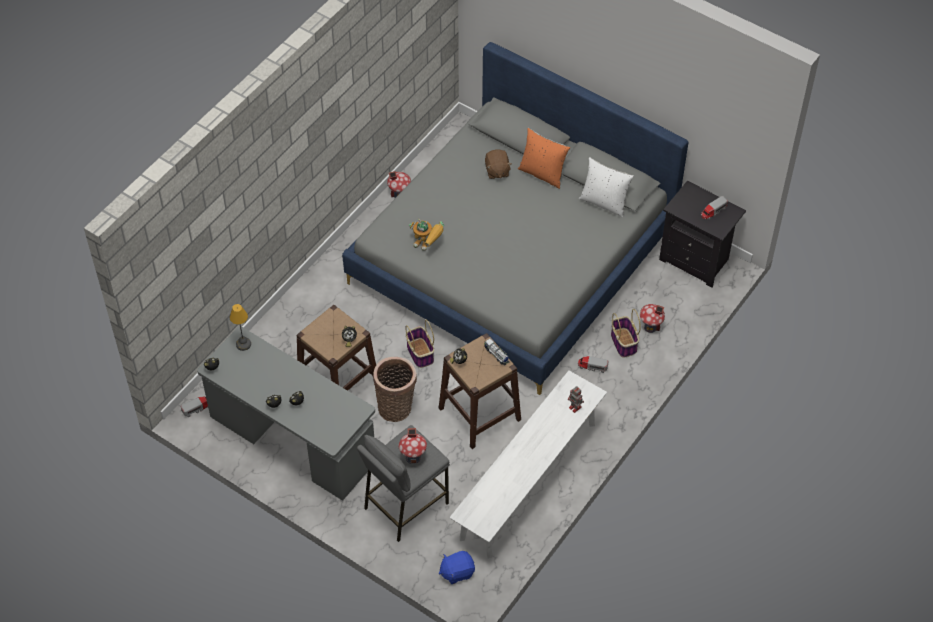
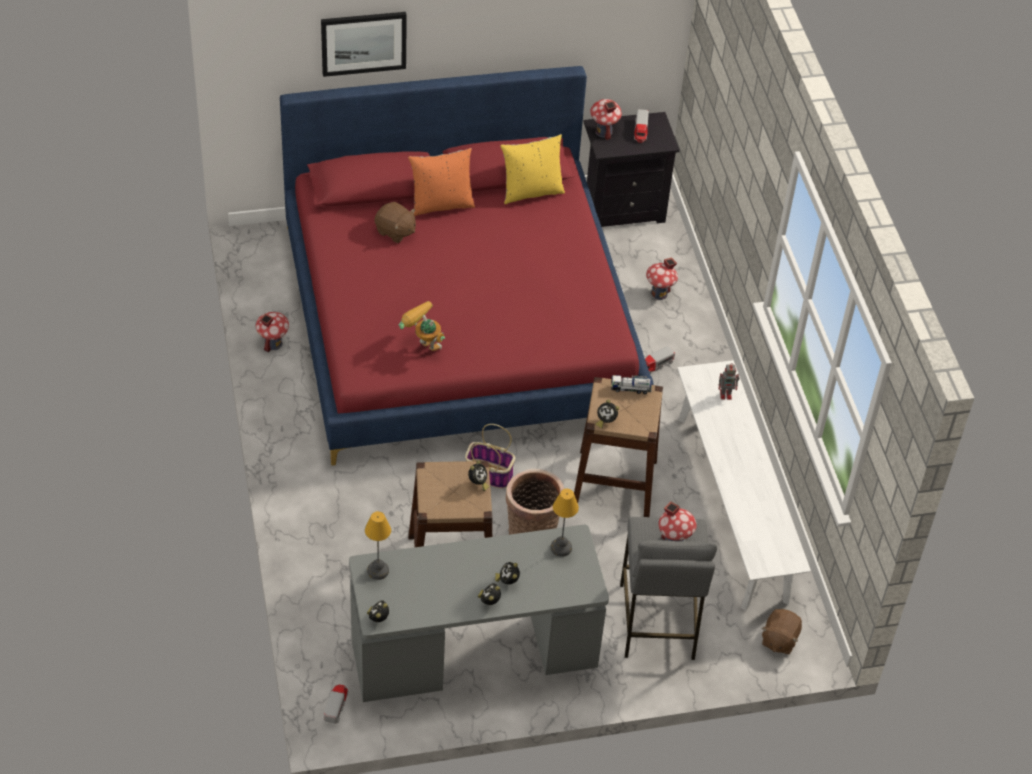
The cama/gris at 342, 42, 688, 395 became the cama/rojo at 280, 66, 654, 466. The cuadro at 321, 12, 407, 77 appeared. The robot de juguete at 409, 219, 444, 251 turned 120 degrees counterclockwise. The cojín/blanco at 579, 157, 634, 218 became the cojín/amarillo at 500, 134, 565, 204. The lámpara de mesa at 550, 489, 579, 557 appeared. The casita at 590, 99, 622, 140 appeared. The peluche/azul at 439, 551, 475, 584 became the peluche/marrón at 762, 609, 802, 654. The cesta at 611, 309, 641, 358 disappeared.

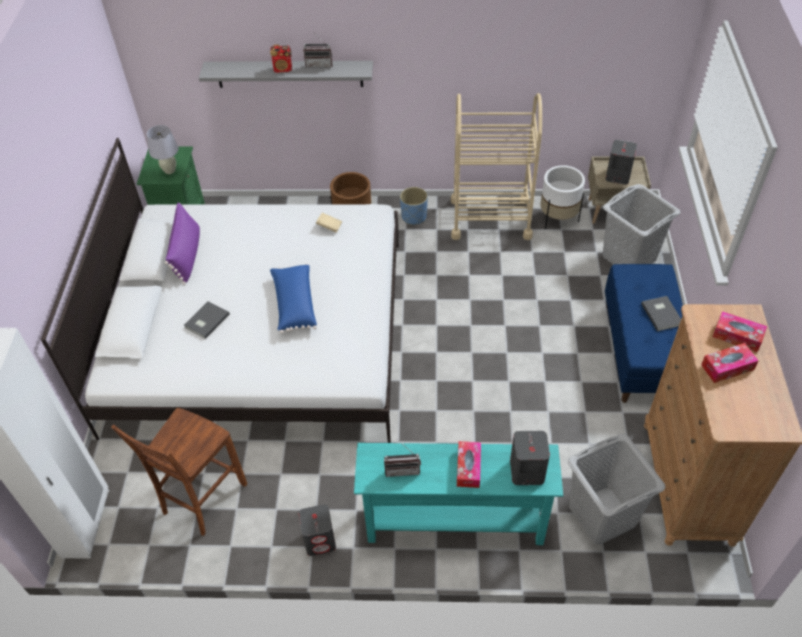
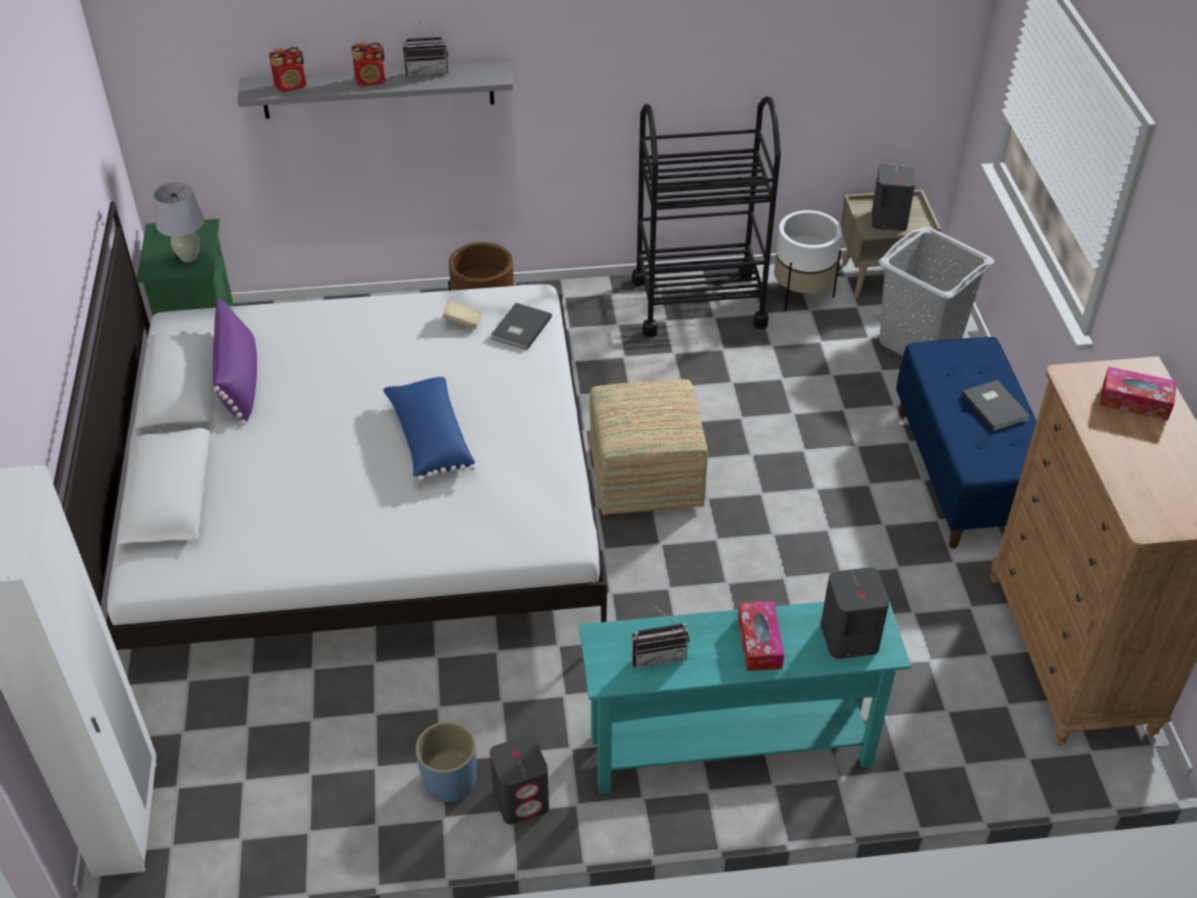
The radio at 269, 47, 306, 92 appeared. The maceta/azul moved from 400, 187, 428, 225 to 415, 722, 477, 802. The libro/gris moved from 183, 301, 230, 339 to 491, 303, 552, 350. The puf at 590, 379, 708, 515 appeared. The carrito/beis at 451, 93, 542, 240 became the carrito/negro at 632, 96, 781, 337. The silla/marrón at 111, 408, 247, 536 disappeared. The cesto de la ropa/gris at 568, 434, 665, 545 disappeared. The caja de pañuelos at 701, 343, 759, 383 disappeared.

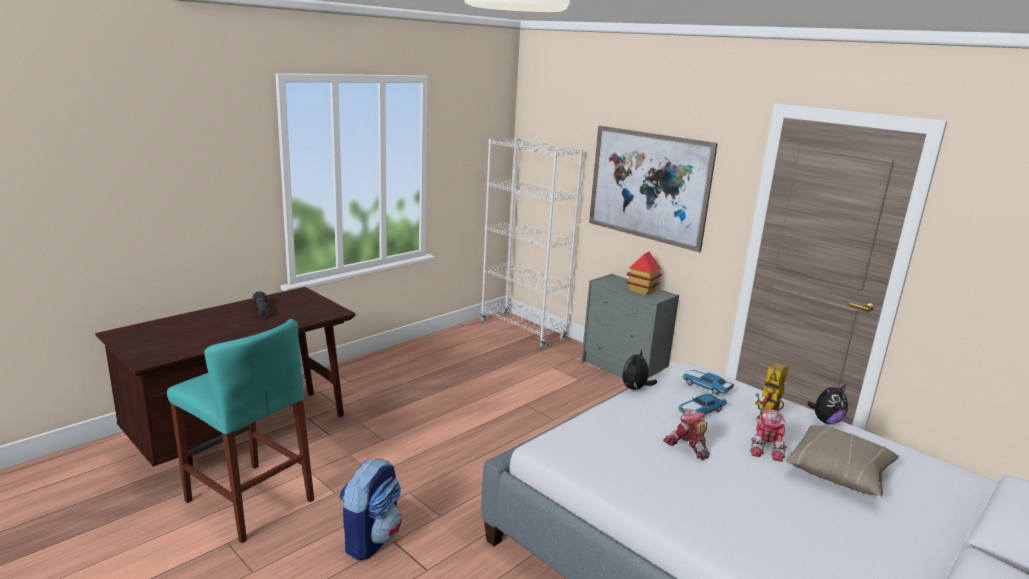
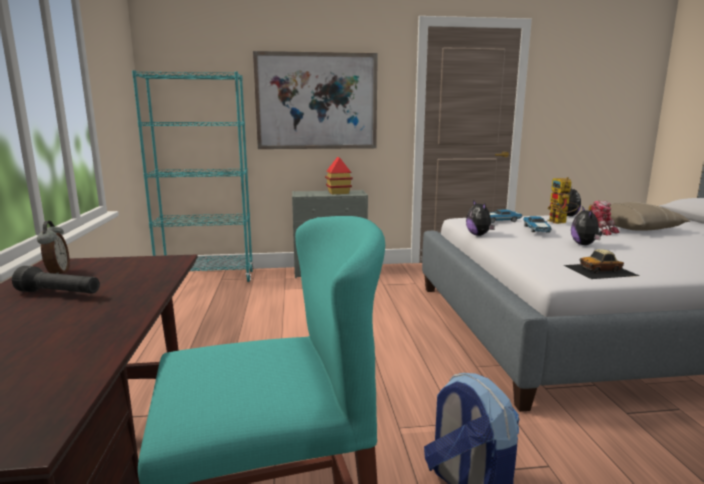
The despertador at 37, 221, 70, 274 appeared. The estantería/blanco at 480, 137, 583, 349 became the estantería/turquesa at 132, 70, 254, 282. The coche de juguete at 563, 249, 639, 279 appeared. The robot de juguete at 663, 408, 710, 460 was replaced by the peluche at 571, 206, 602, 245.

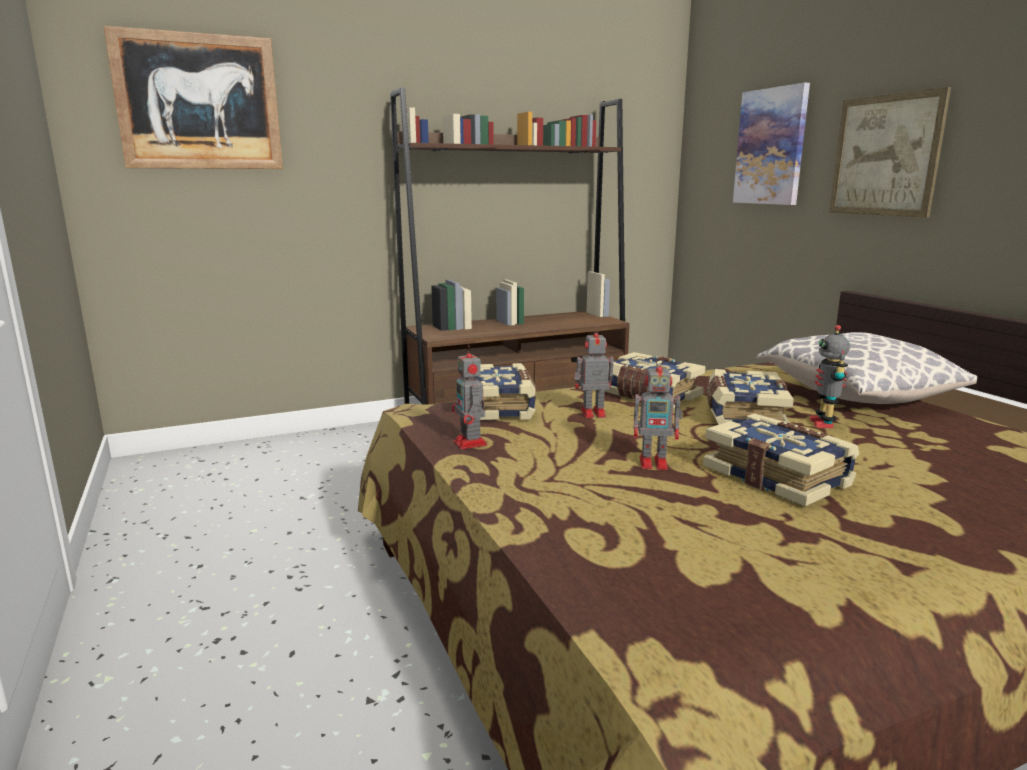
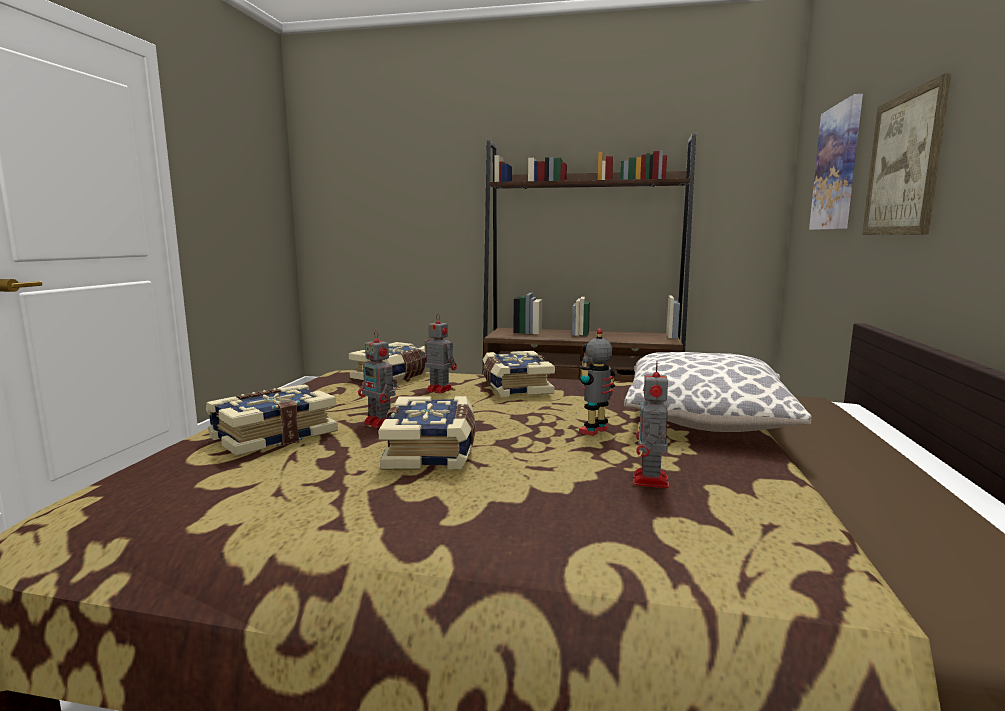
The libro moved from 707, 369, 794, 425 to 206, 384, 338, 456. The robot de juguete moved from 451, 344, 487, 449 to 633, 362, 669, 488. The cuadro at 104, 26, 283, 169 disappeared.

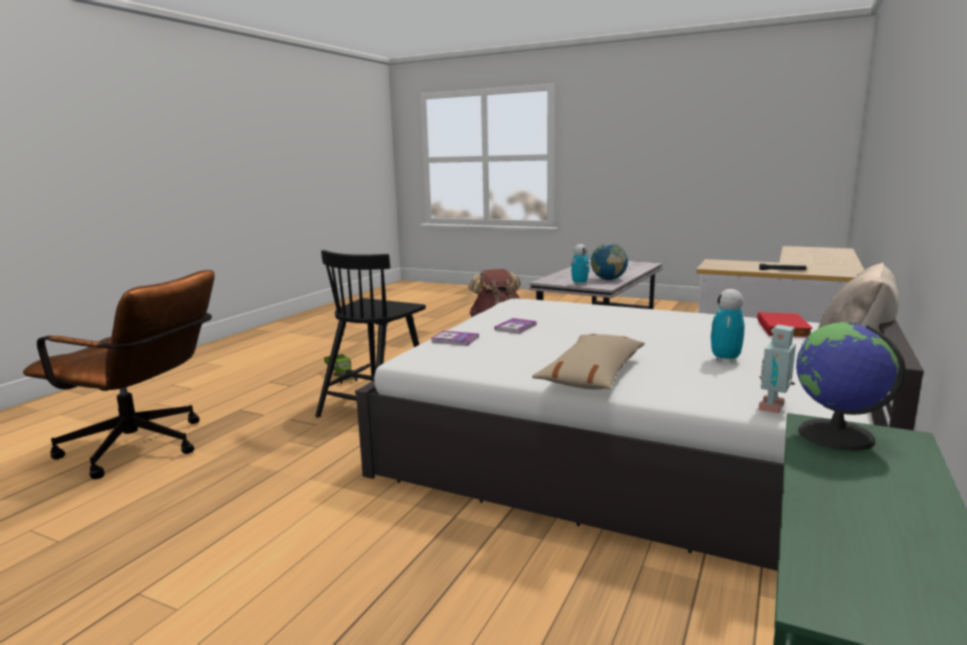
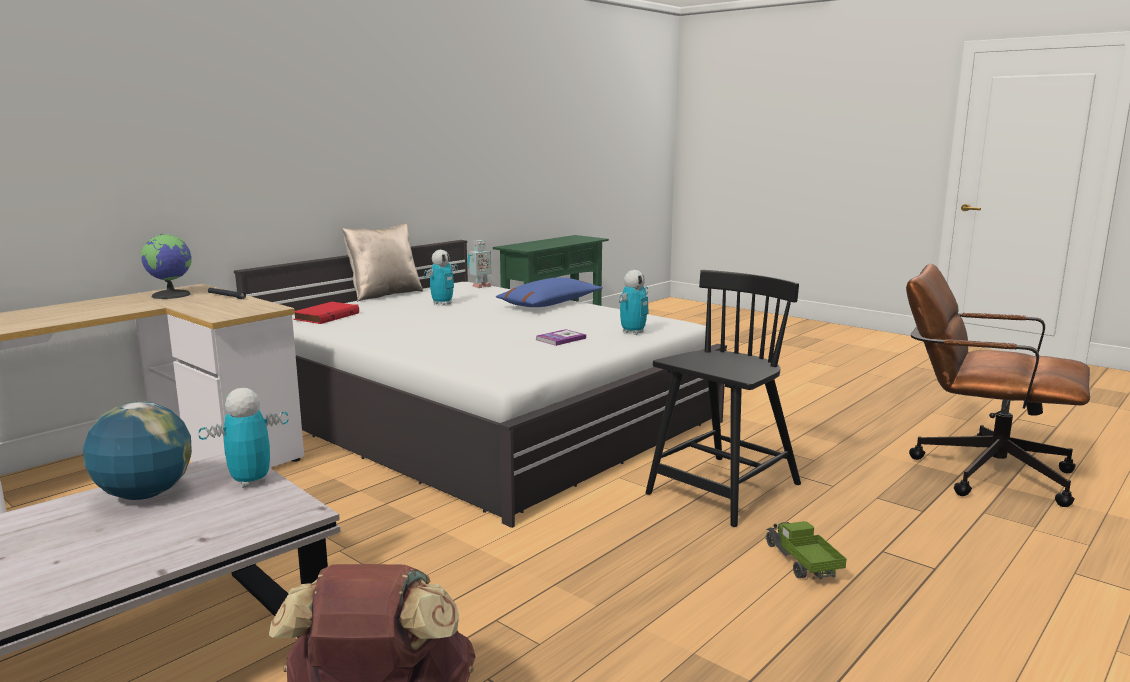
The globo terráqueo moved from 796, 322, 906, 451 to 141, 233, 192, 299. The cojín/beis at 532, 334, 645, 389 became the cojín/azul at 496, 277, 603, 307. The libro at 431, 331, 479, 346 was replaced by the robot de juguete at 619, 270, 649, 335.

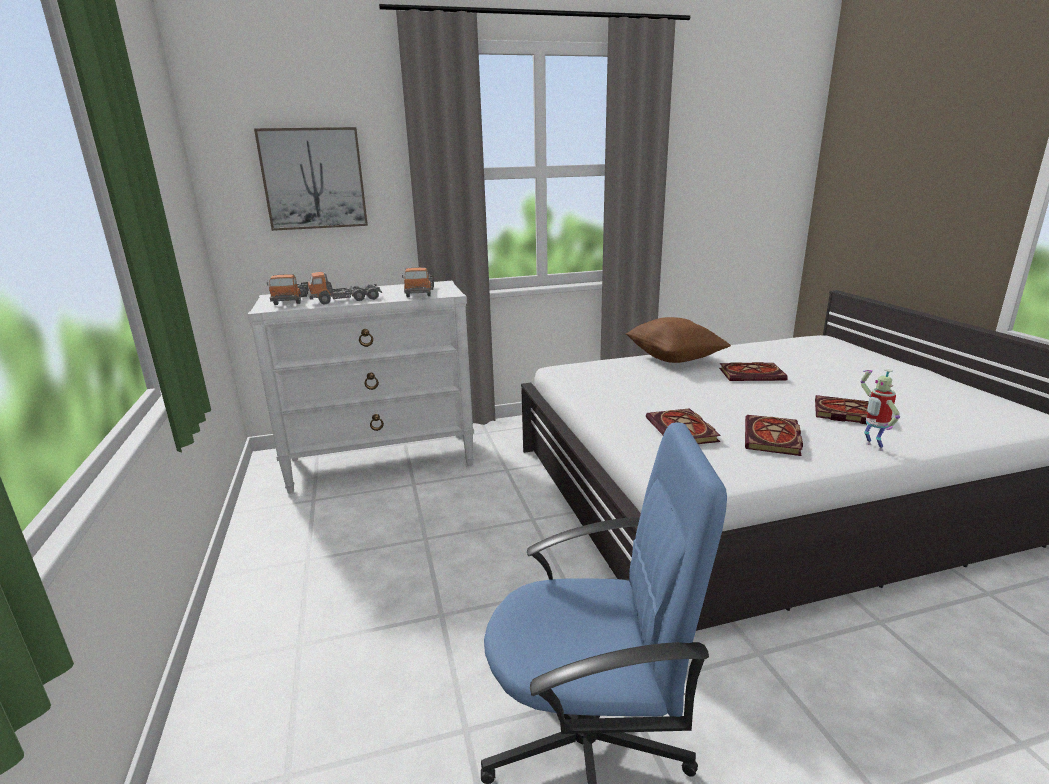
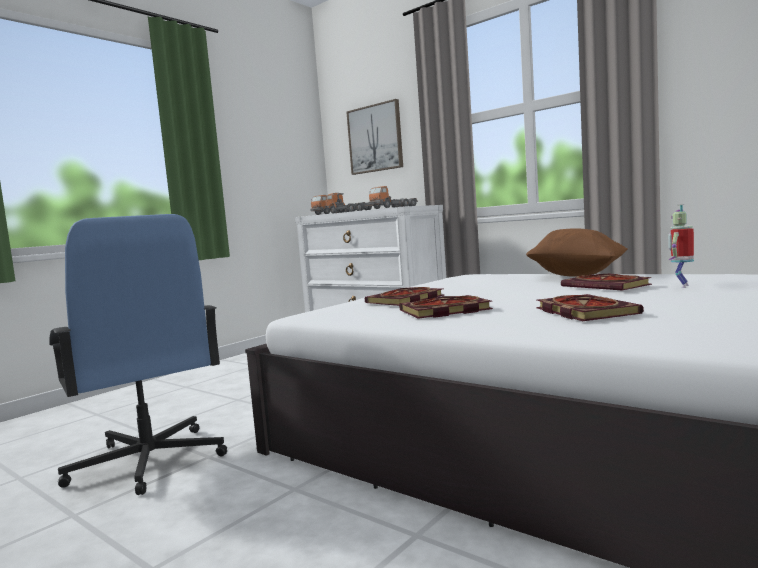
The robot de juguete moved from 860, 369, 900, 451 to 668, 204, 694, 288.

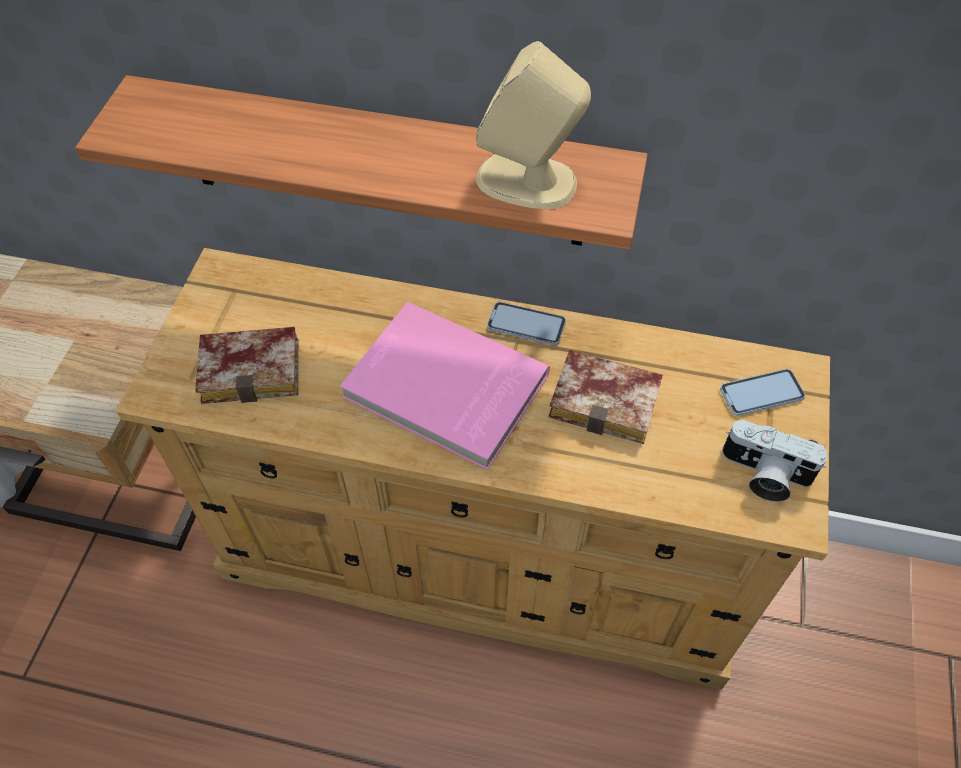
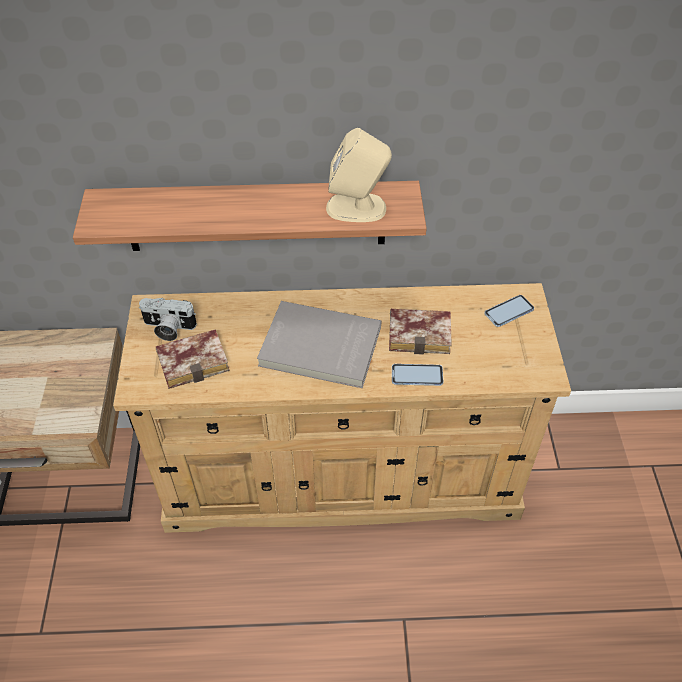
The cámara moved from 722, 420, 827, 502 to 139, 298, 197, 341. The libro/rosa at 340, 302, 550, 470 became the libro/gris at 257, 301, 381, 388. The móvil moved from 487, 302, 566, 345 to 392, 364, 443, 386.

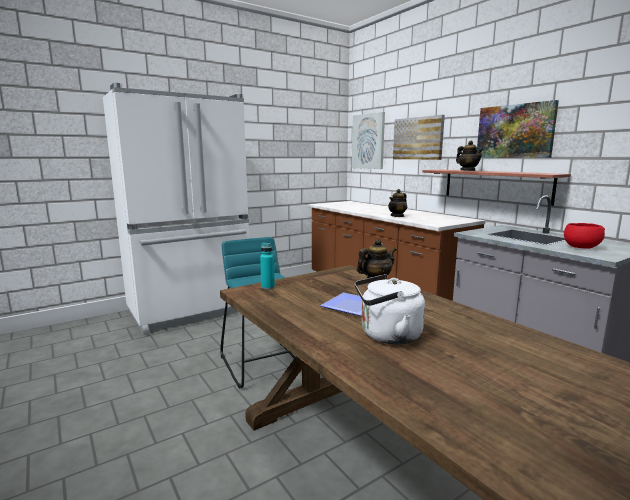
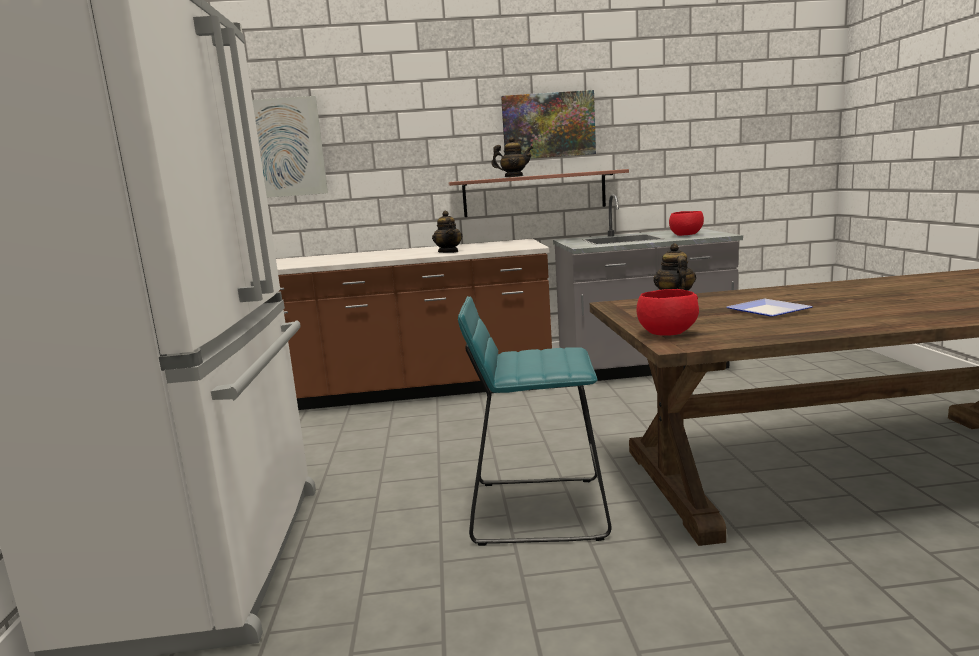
The botella/turquesa at 260, 243, 275, 290 was replaced by the cuenco/rojo at 637, 289, 699, 335. The hervidor/blanco at 355, 274, 425, 344 disappeared. The cuadro at 393, 115, 445, 160 disappeared.

